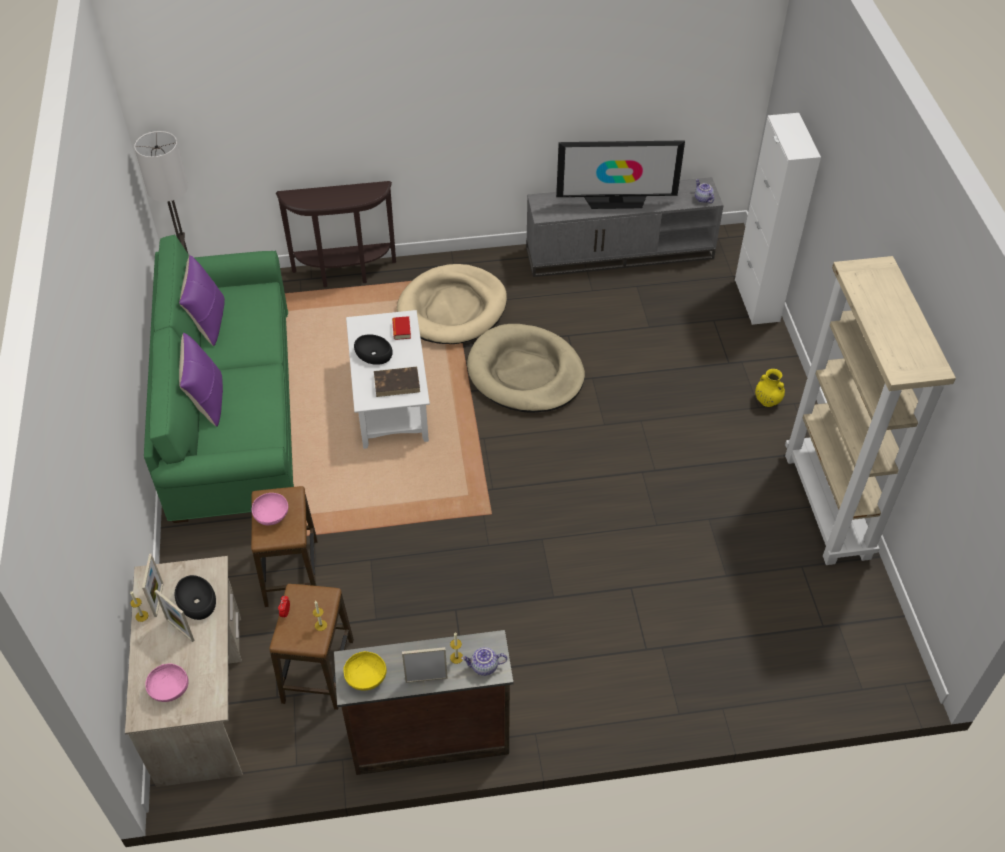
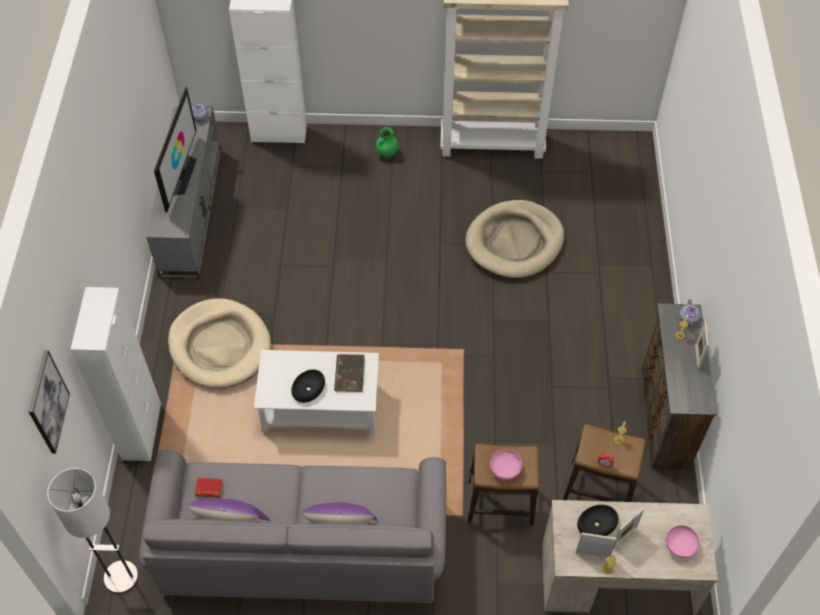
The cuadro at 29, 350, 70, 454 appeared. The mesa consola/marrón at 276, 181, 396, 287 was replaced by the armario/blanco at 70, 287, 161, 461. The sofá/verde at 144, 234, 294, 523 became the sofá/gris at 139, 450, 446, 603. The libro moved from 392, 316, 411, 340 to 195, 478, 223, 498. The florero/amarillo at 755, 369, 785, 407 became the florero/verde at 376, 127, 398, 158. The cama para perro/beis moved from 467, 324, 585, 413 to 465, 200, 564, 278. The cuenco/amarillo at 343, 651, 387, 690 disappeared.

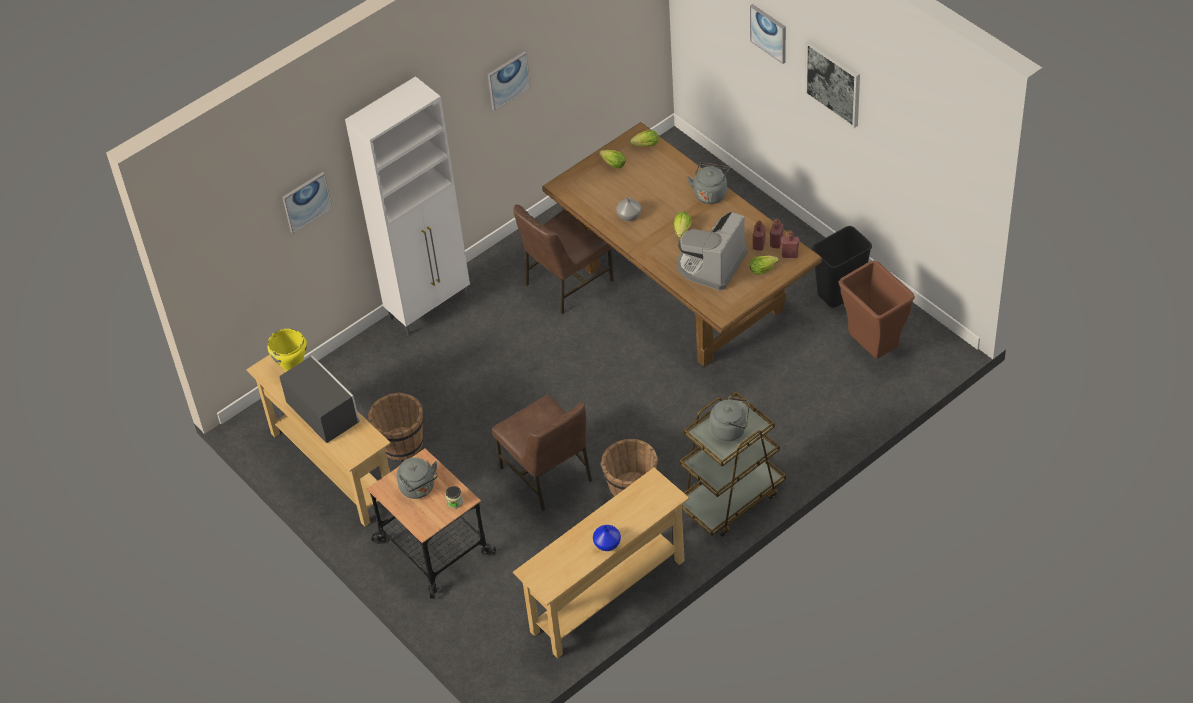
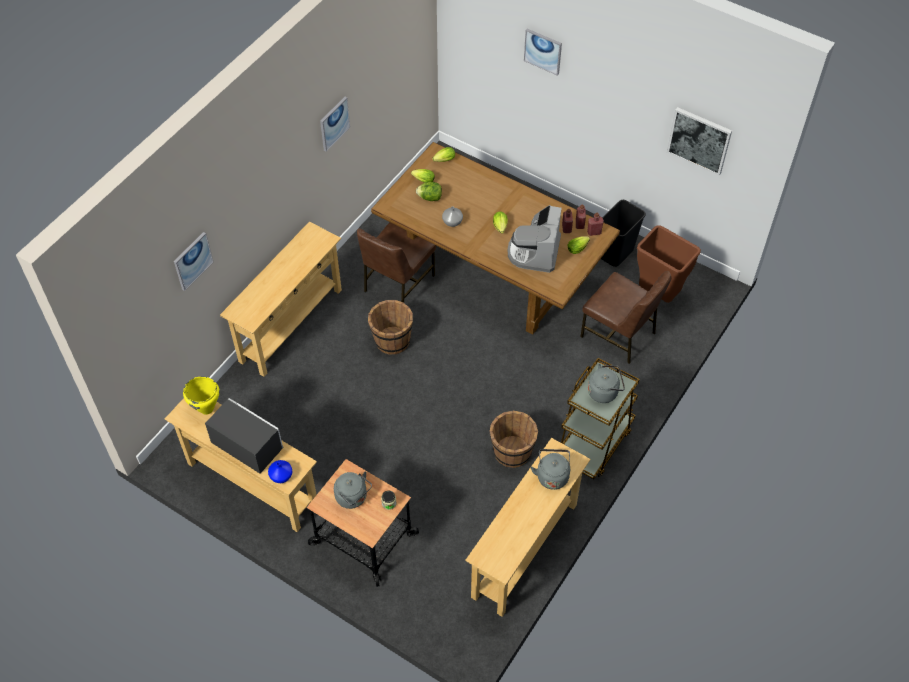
The armario/blanco at 345, 76, 470, 336 was replaced by the mesa consola/beis at 220, 221, 342, 377. The florero/azul moved from 593, 525, 621, 551 to 268, 460, 293, 483. The cubo/marrón moved from 368, 393, 424, 461 to 368, 300, 413, 354. The lechuga at 416, 182, 442, 201 appeared. The hervidor/gris moved from 687, 162, 730, 204 to 531, 449, 570, 490. The silla/marrón moved from 492, 395, 592, 511 to 580, 271, 671, 364. The cuadro moved from 805, 40, 860, 128 to 667, 107, 732, 175.

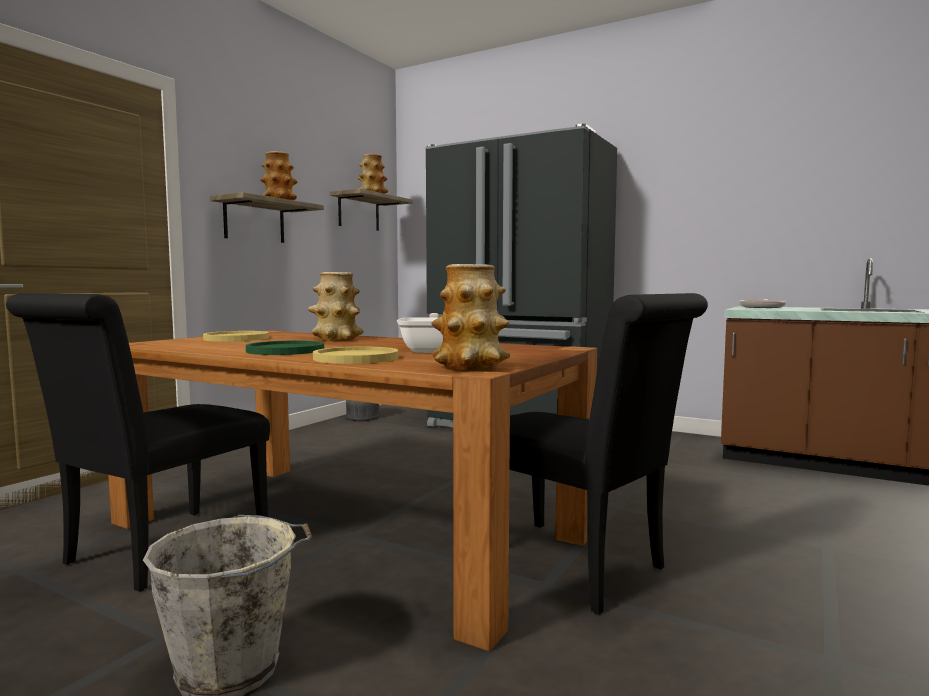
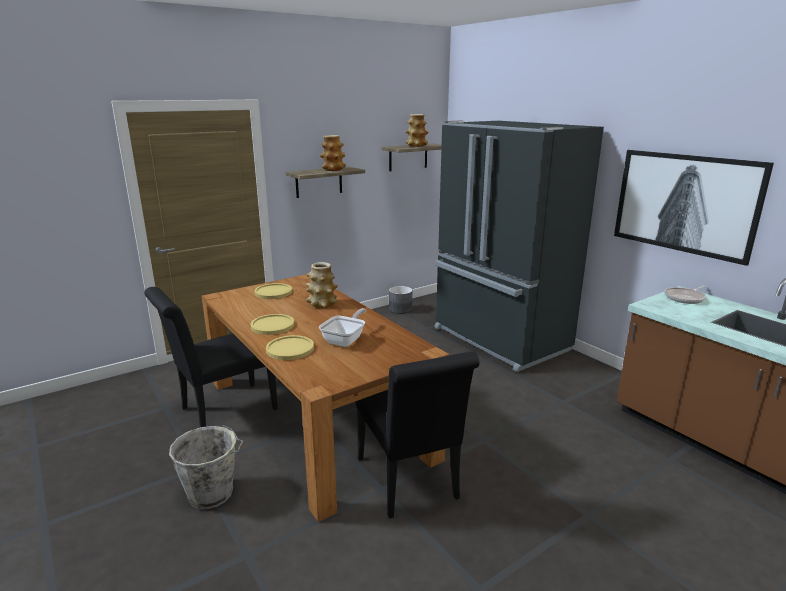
The plato/verde at 246, 340, 324, 355 became the plato/amarillo at 250, 314, 294, 335. The cuadro at 614, 150, 774, 266 appeared. The florero at 431, 264, 510, 371 disappeared.

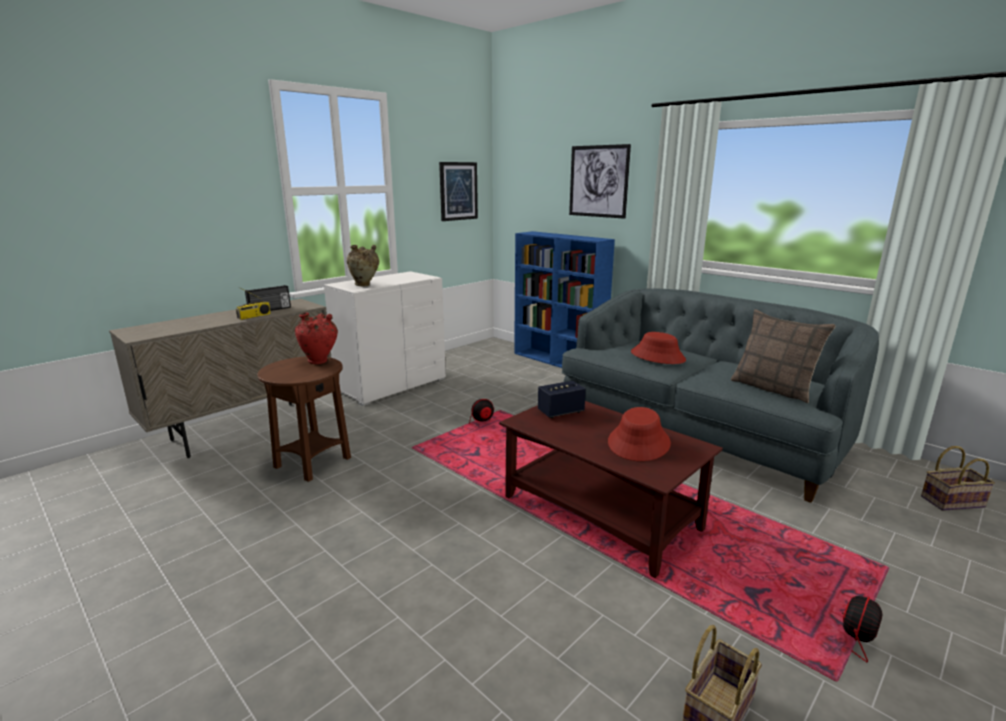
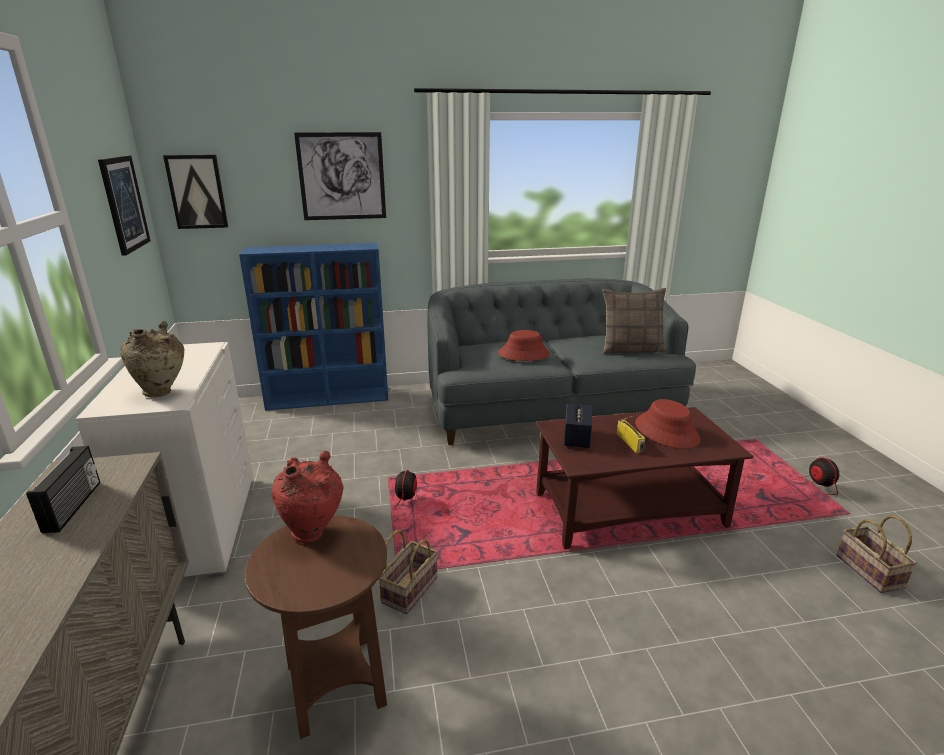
The cuadro at 163, 155, 228, 229 appeared. The cesta moved from 921, 446, 995, 511 to 379, 530, 438, 614. The radio moved from 236, 287, 271, 320 to 617, 414, 645, 453.

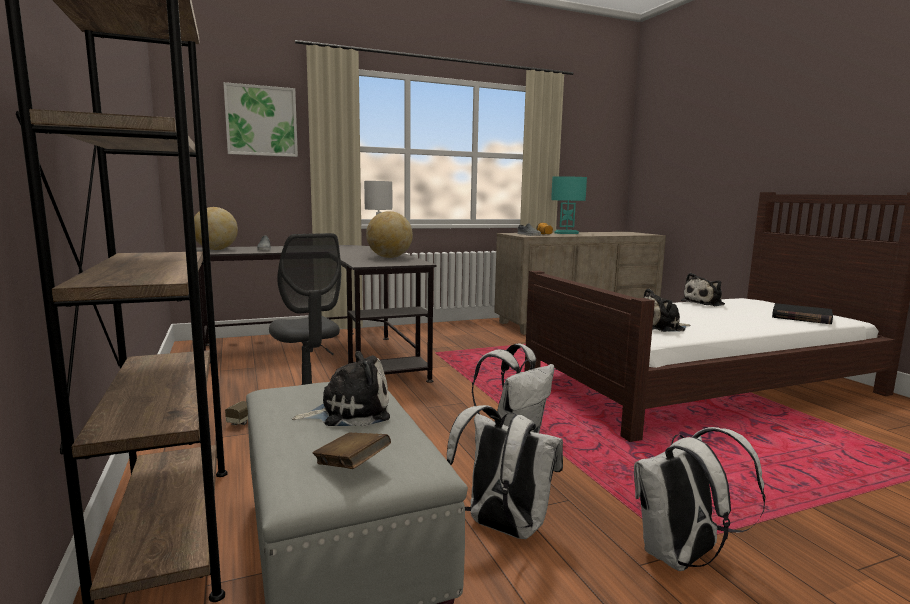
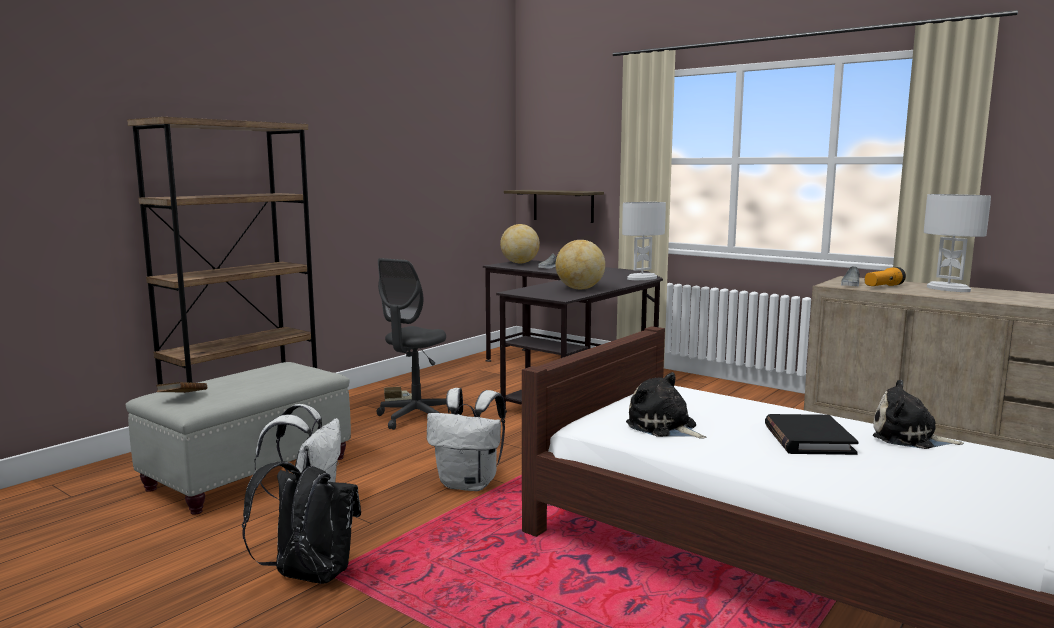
The mochila/blanco at 634, 427, 765, 571 became the mochila/negro at 242, 461, 361, 584. The estante at 504, 190, 604, 223 appeared. The libro/negro moved from 772, 303, 833, 324 to 765, 414, 859, 455. The lámpara de mesa/turquesa at 551, 176, 587, 234 became the lámpara de mesa/blanco at 924, 194, 991, 292. The cuadro at 223, 82, 298, 157 disappeared. The peluche at 292, 351, 390, 427 disappeared.

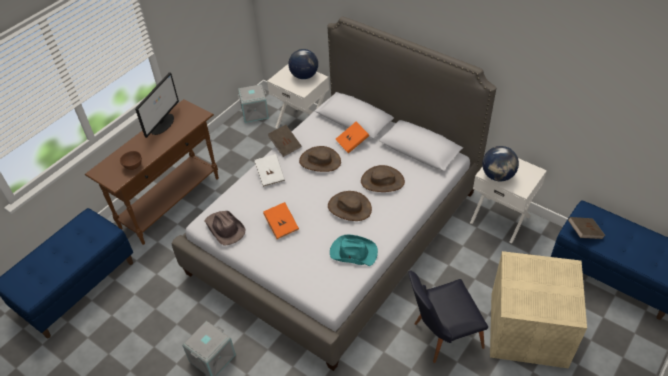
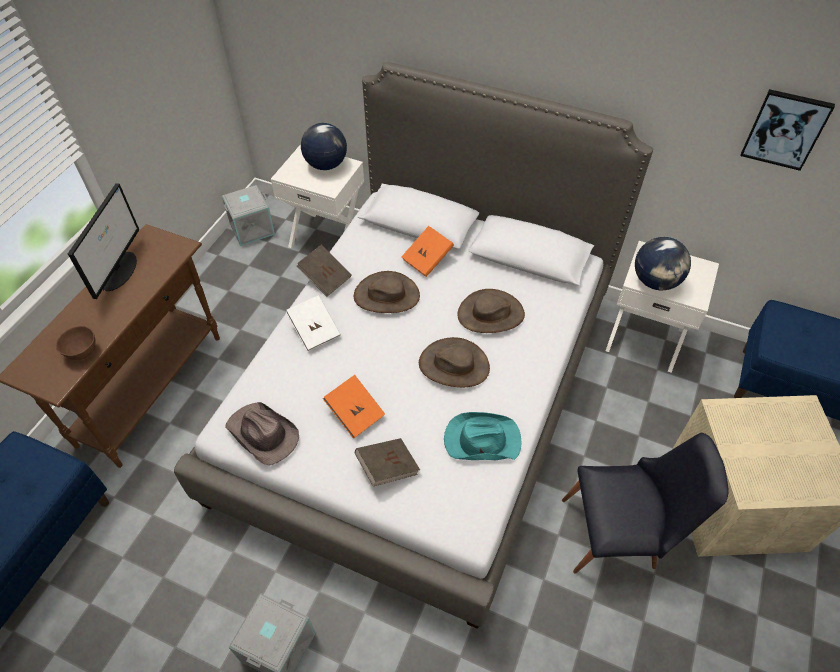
The libro/marrón moved from 568, 217, 605, 239 to 355, 438, 420, 487. The silla/negro at 409, 270, 488, 363 turned 150 degrees counterclockwise. The cuadro at 740, 89, 835, 171 appeared.

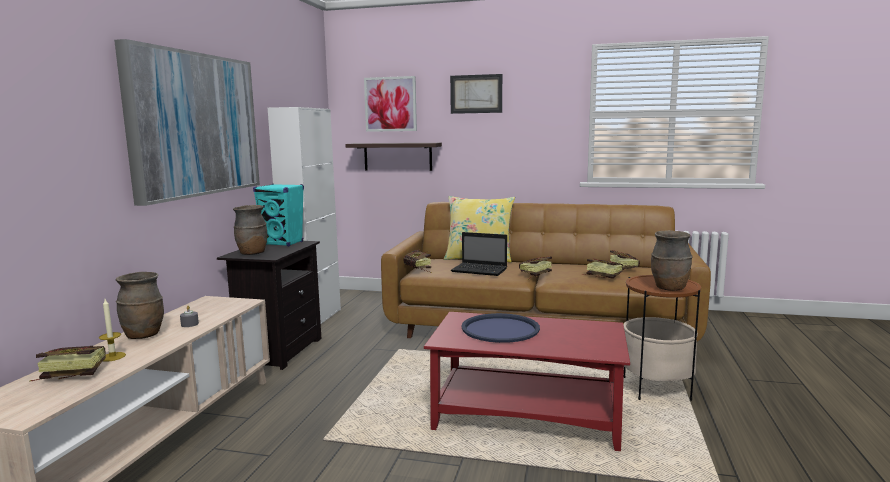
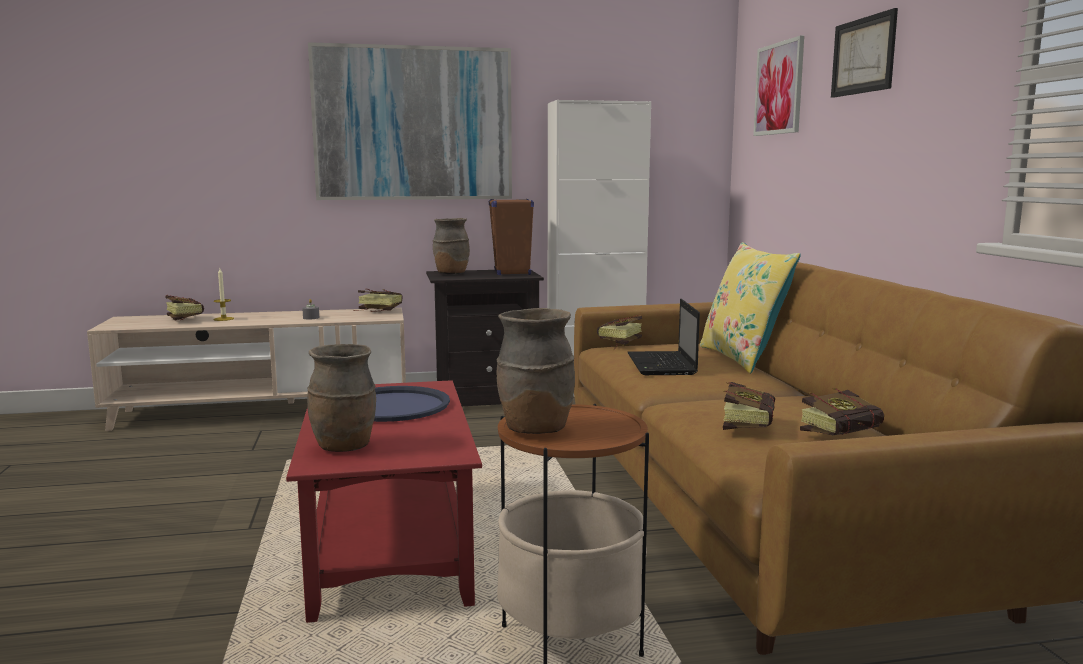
The florero/marrón moved from 115, 272, 164, 339 to 307, 344, 376, 452. The libro moved from 519, 256, 552, 280 to 354, 289, 403, 312. The altavoz/turquesa at 253, 184, 304, 246 became the altavoz/marrón at 489, 199, 534, 275. The estante at 345, 143, 442, 171 disappeared.

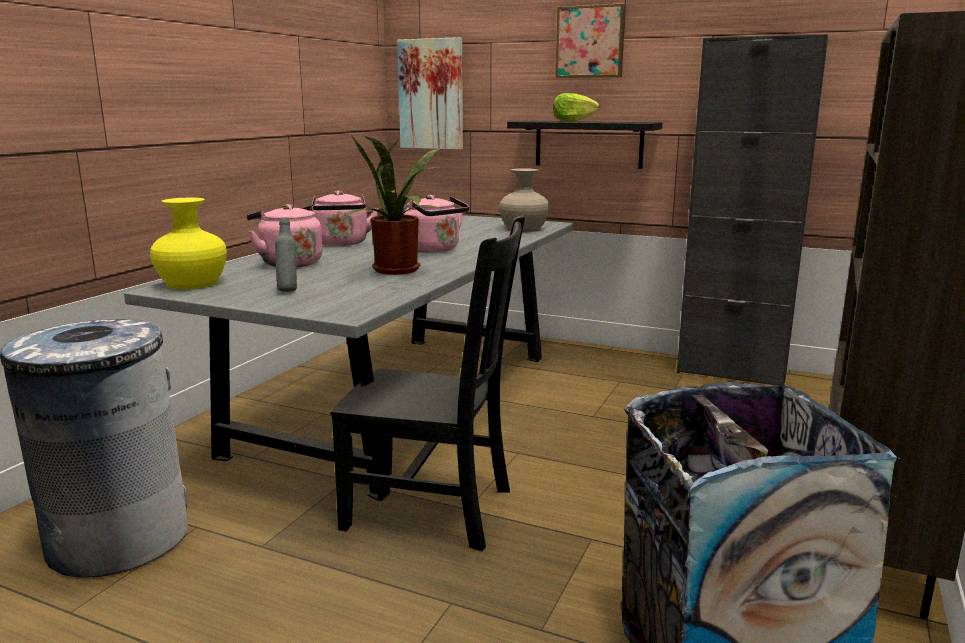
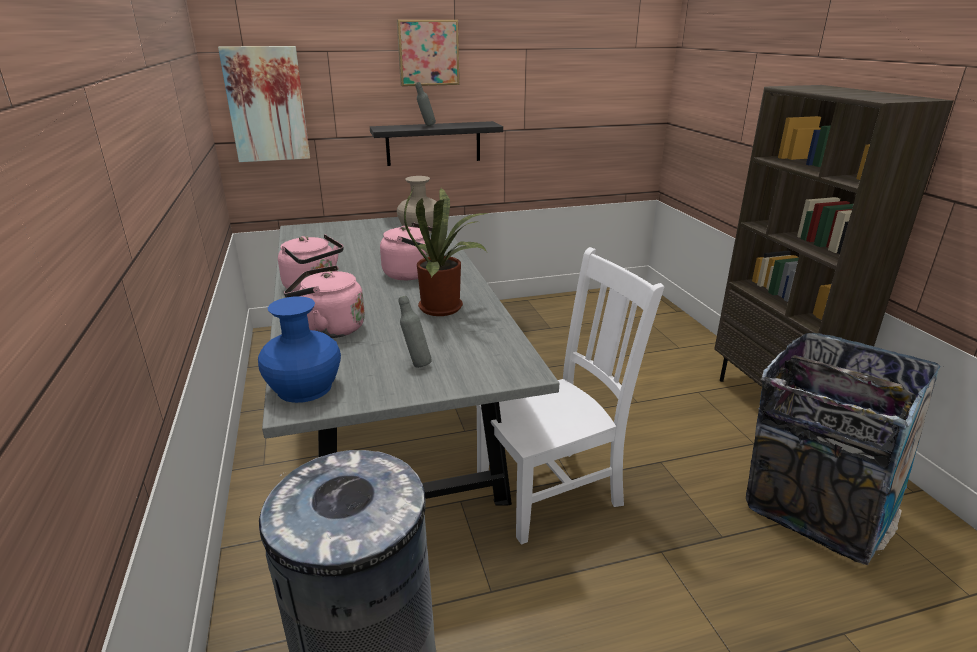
The florero/amarillo at 150, 198, 227, 289 became the florero/azul at 258, 296, 341, 403. The lechuga at 553, 93, 599, 121 was replaced by the botella/gris at 415, 82, 436, 126. The silla/negro at 330, 215, 525, 551 became the silla/blanco at 477, 247, 664, 545. The armario/negro at 677, 34, 828, 386 disappeared.

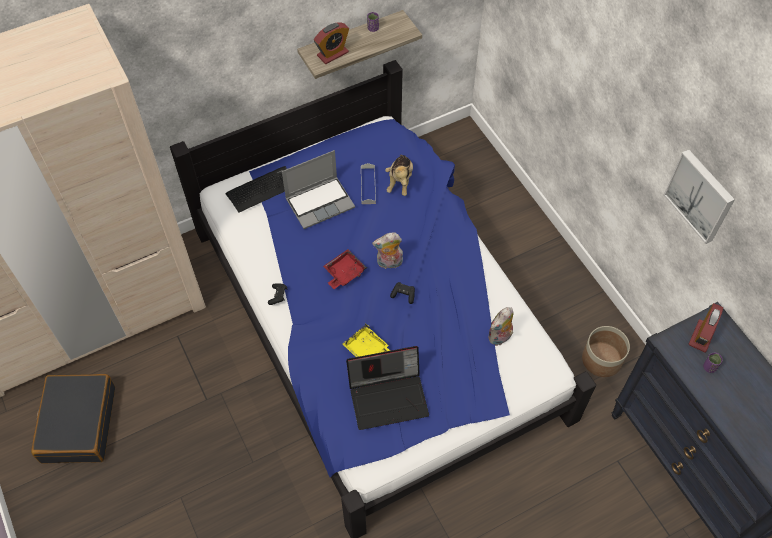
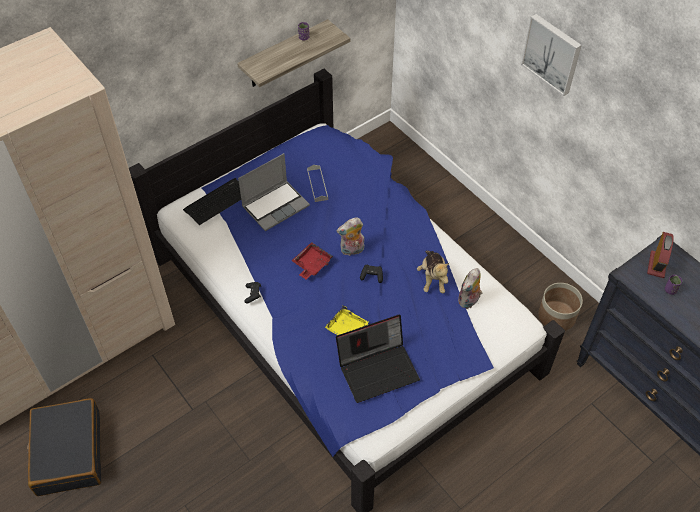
The peluche moved from 385, 155, 413, 196 to 417, 250, 449, 293. The cuadro moved from 664, 150, 735, 244 to 521, 14, 582, 96. The despertador at 314, 22, 349, 64 disappeared.

